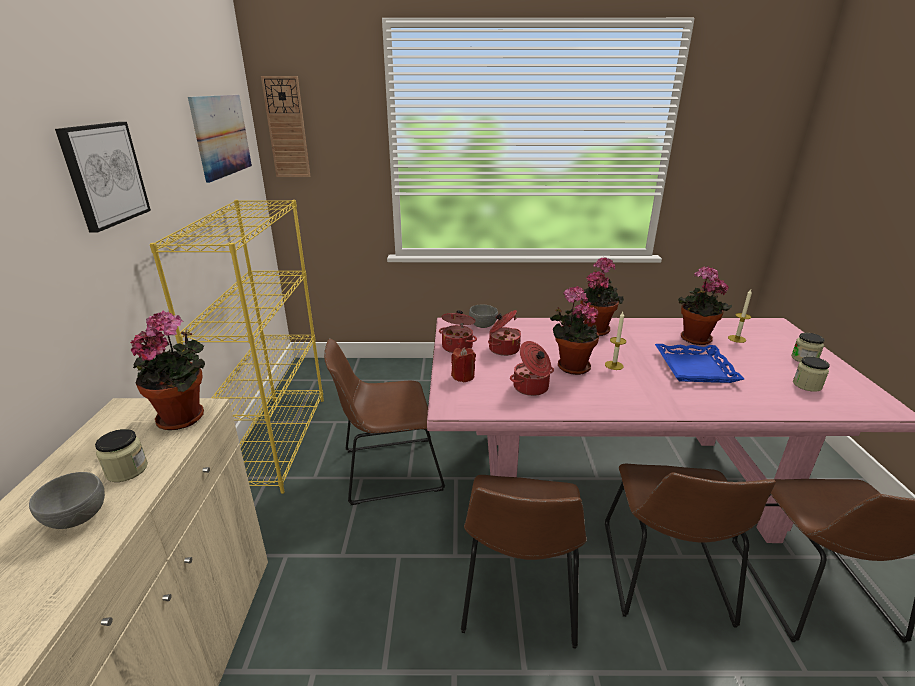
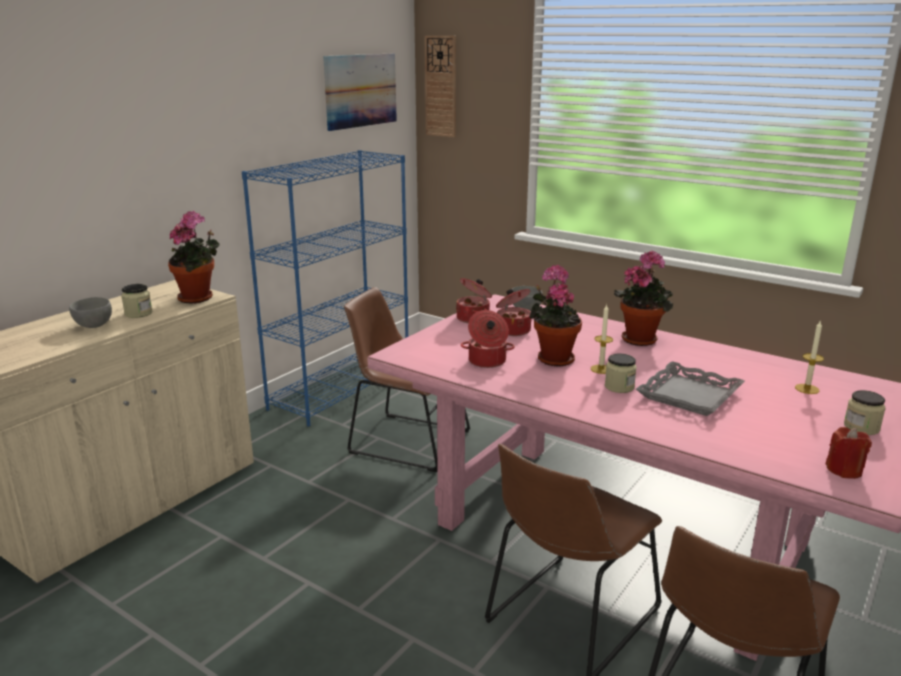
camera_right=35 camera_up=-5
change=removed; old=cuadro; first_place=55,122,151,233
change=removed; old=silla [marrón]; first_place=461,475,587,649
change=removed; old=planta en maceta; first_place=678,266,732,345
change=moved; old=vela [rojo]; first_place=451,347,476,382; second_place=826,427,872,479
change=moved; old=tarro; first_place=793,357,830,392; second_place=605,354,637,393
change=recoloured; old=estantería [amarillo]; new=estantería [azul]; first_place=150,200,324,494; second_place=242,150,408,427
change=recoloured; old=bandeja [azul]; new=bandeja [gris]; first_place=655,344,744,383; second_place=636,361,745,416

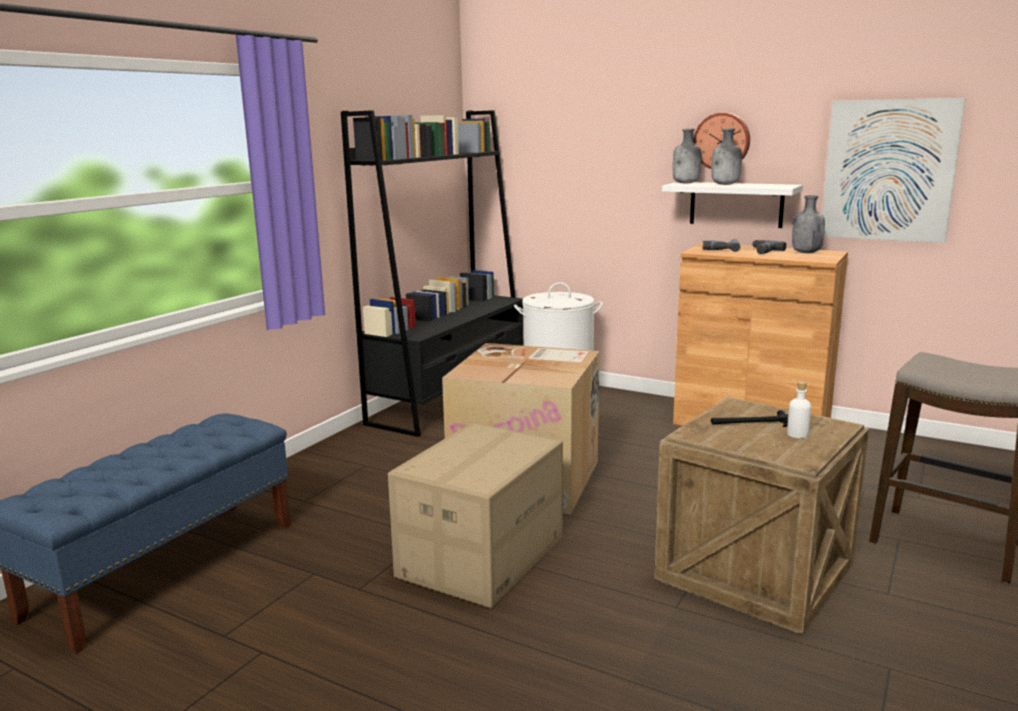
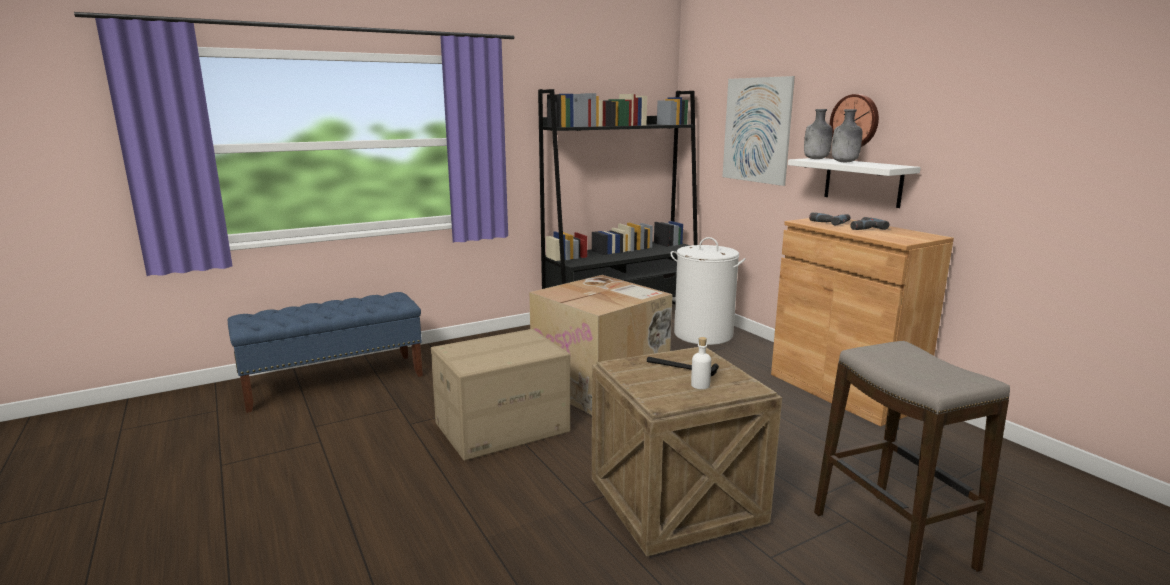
camera_right=30 camera_up=0
change=removed; old=botella [gris]; first_place=792,195,825,253
change=moved; old=cuadro; first_place=822,98,965,243; second_place=723,76,795,186

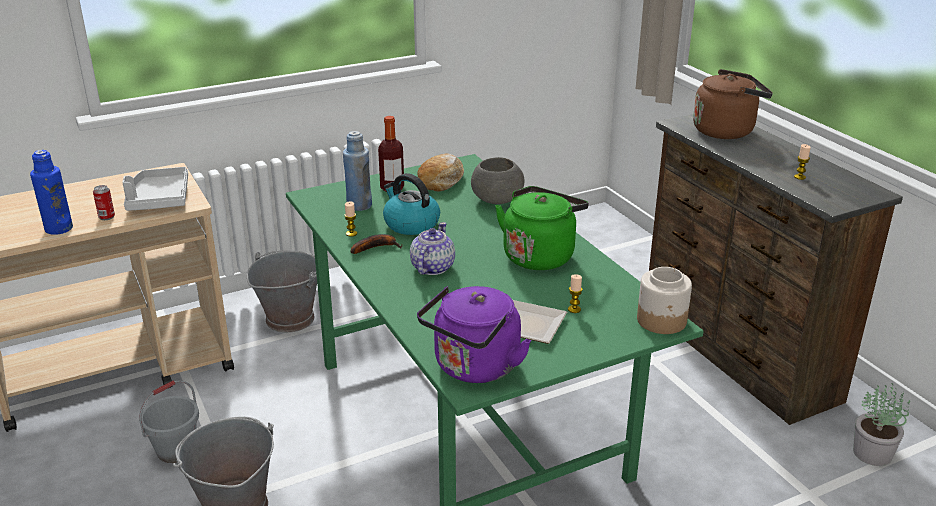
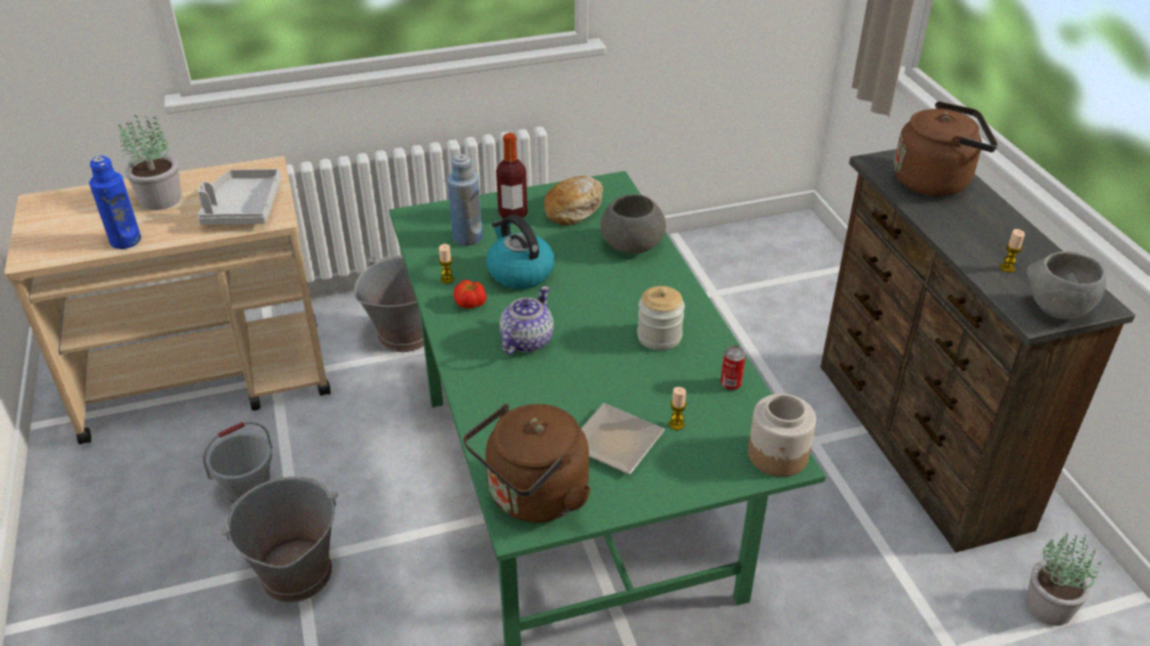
camera_right=10 camera_up=10
change=added; new=planta en maceta; second_place=118,115,182,210
change=added; new=cuenco [gris]; second_place=1027,251,1106,319
change=moved; old=lata; first_place=93,185,115,220; second_place=721,346,746,391
change=replaced; old=plátano; new=tomate; first_place=351,234,402,254; second_place=454,280,487,308
change=replaced; old=hervidor [verde]; new=tarro; first_place=495,186,589,270; second_place=637,286,685,350
change=recoloured; old=hervidor [morado]; new=hervidor [marrón]; first_place=417,286,531,383; second_place=463,404,591,523

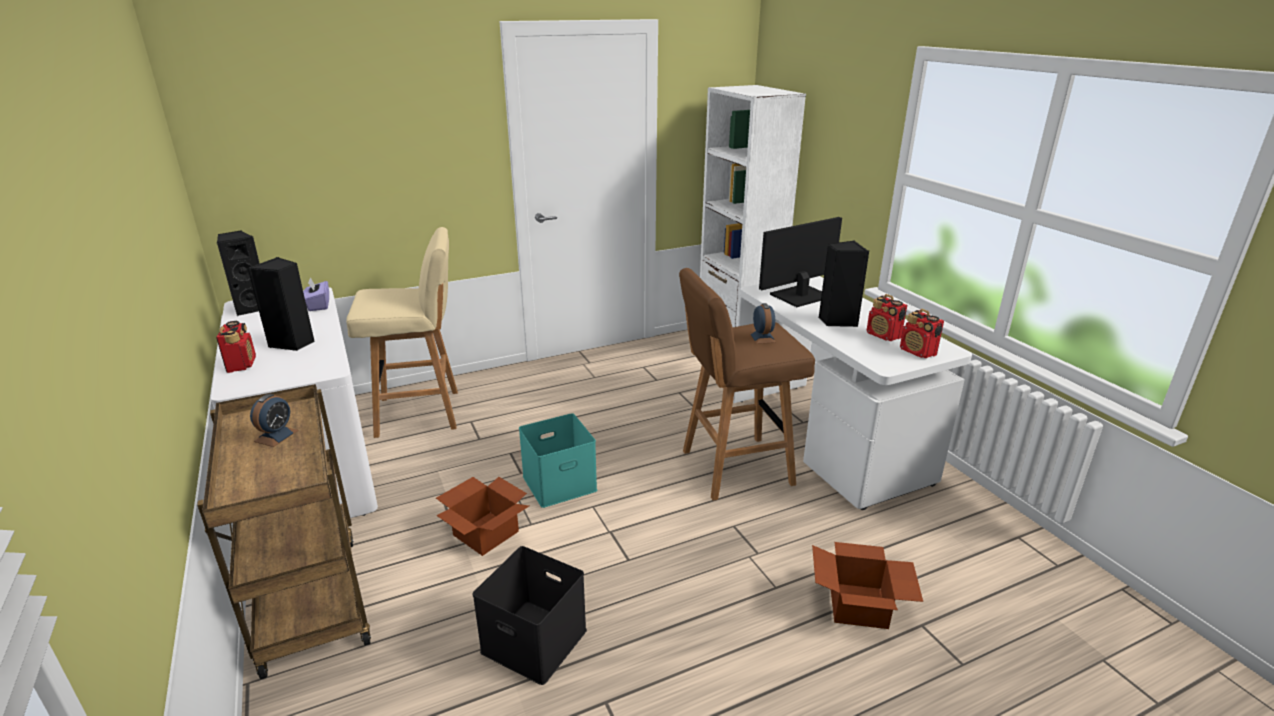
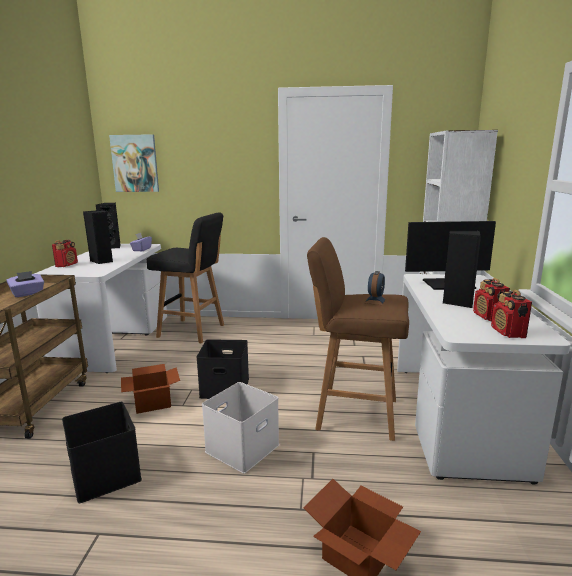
camera_right=30 camera_up=-10
change=added; new=cuadro; second_place=109,134,159,192
change=added; new=caja de almacenaje [blanco]; second_place=202,382,279,473
change=replaced; old=despertador; new=caja de pañuelos [morado]; first_place=250,394,298,447; second_place=6,271,44,297
change=recoloured; old=taburete [beis]; new=taburete [negro]; first_place=346,227,458,438; second_place=147,212,224,343
change=recoloured; old=caja de almacenaje [turquesa]; new=caja de almacenaje [negro]; first_place=519,413,597,508; second_place=196,339,249,399

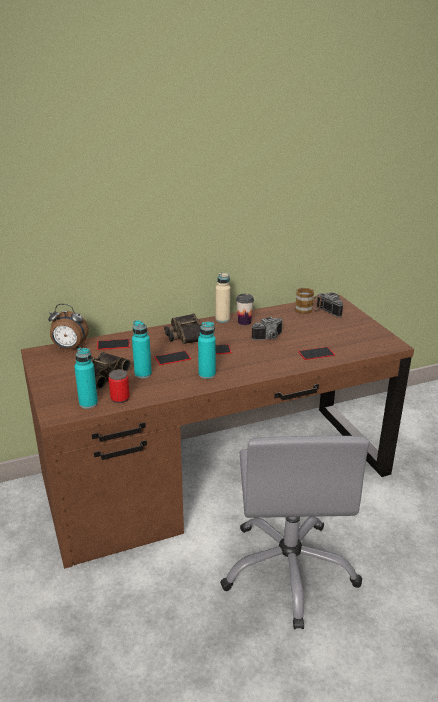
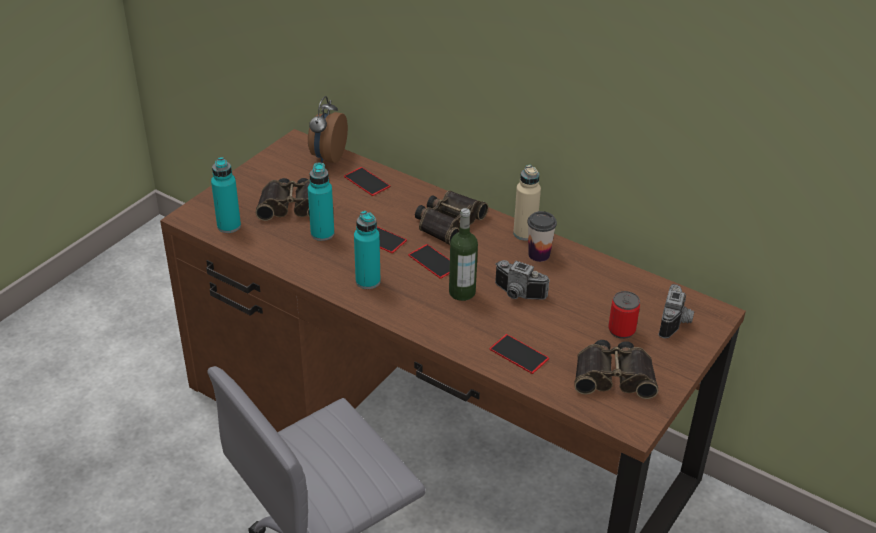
camera_right=55 camera_up=10
change=removed; old=taza grande; first_place=295,288,322,314
change=added; new=botella; second_place=449,208,478,301
change=added; new=prismáticos; second_place=574,340,658,399
change=moved; old=lata; first_place=108,369,130,403; second_place=608,291,640,339
change=turned; old=despertador; first_place=48,304,89,349; second_place=308,96,348,163; degrees=45

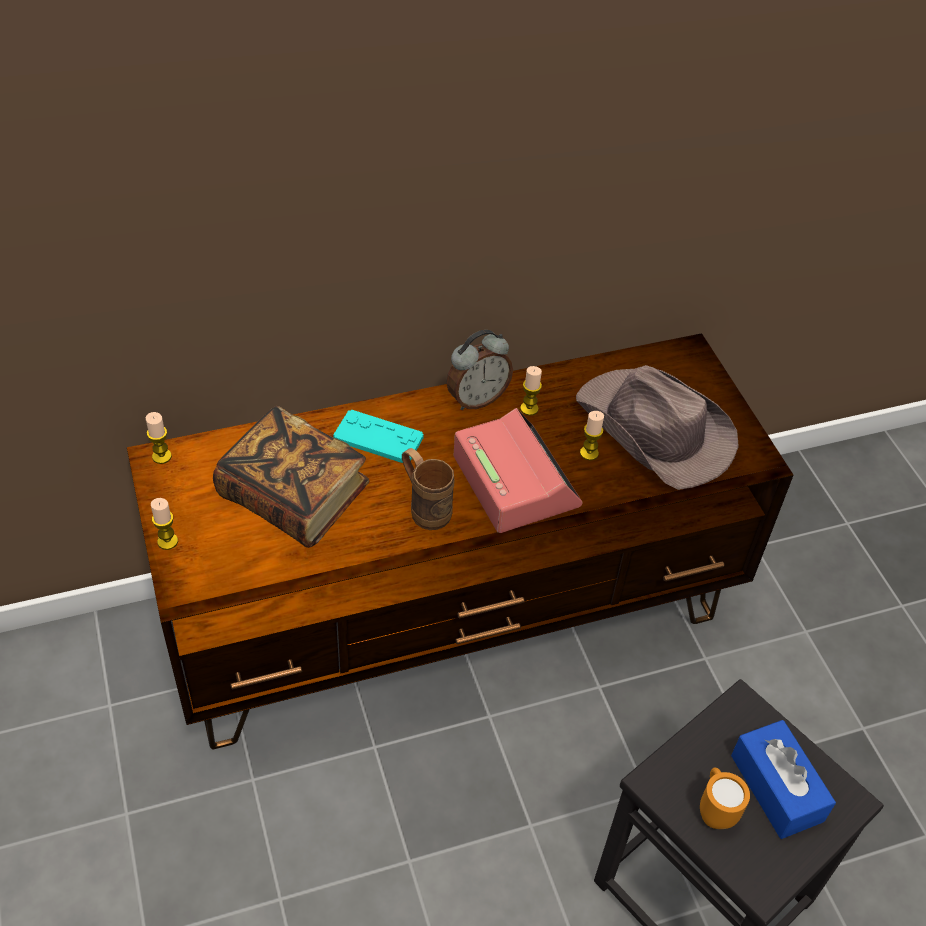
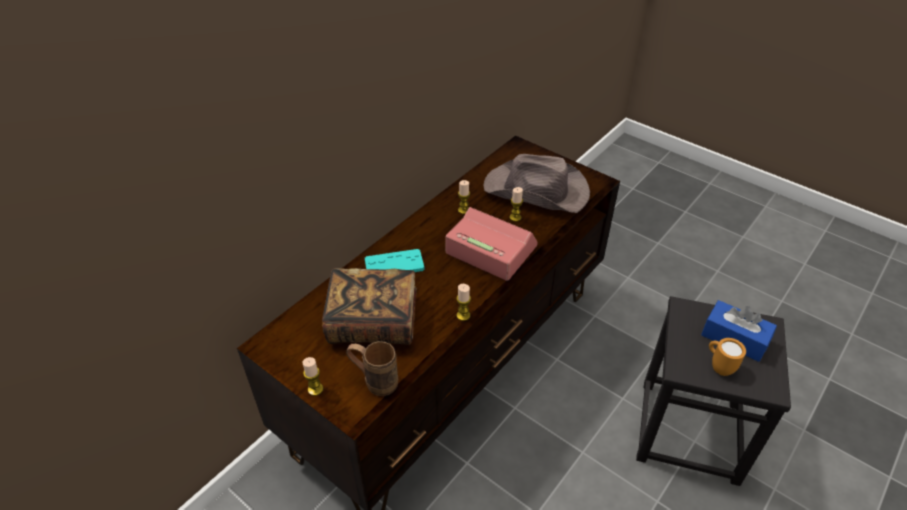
camera_right=-30 camera_up=-5
change=removed; old=despertador; first_place=446,330,513,410
change=moved; old=vela; first_place=146,412,172,464; second_place=456,284,471,321
change=moved; old=taza grande [marrón]; first_place=402,448,455,530; second_place=346,341,398,396

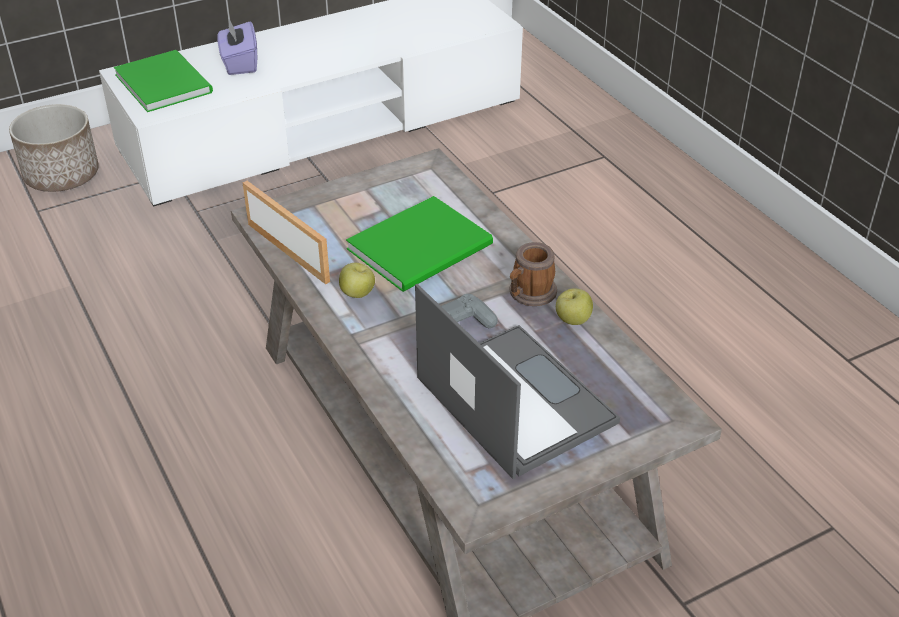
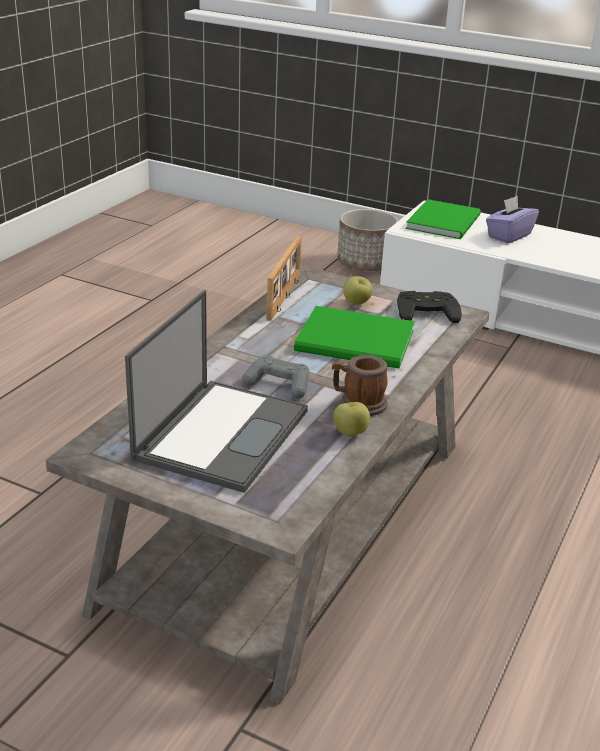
camera_right=55 camera_up=-10
change=added; new=mando de consola [negro]; second_place=397,291,462,323
change=moved; old=manzana; first_place=339,263,375,298; second_place=343,276,373,305

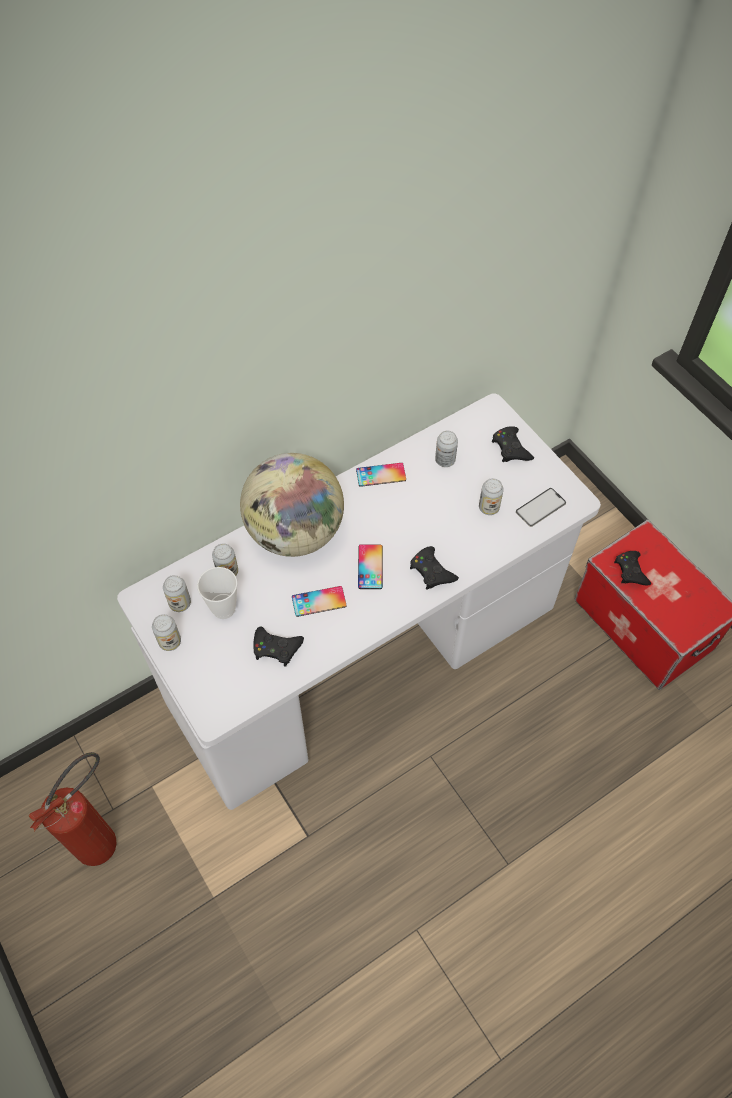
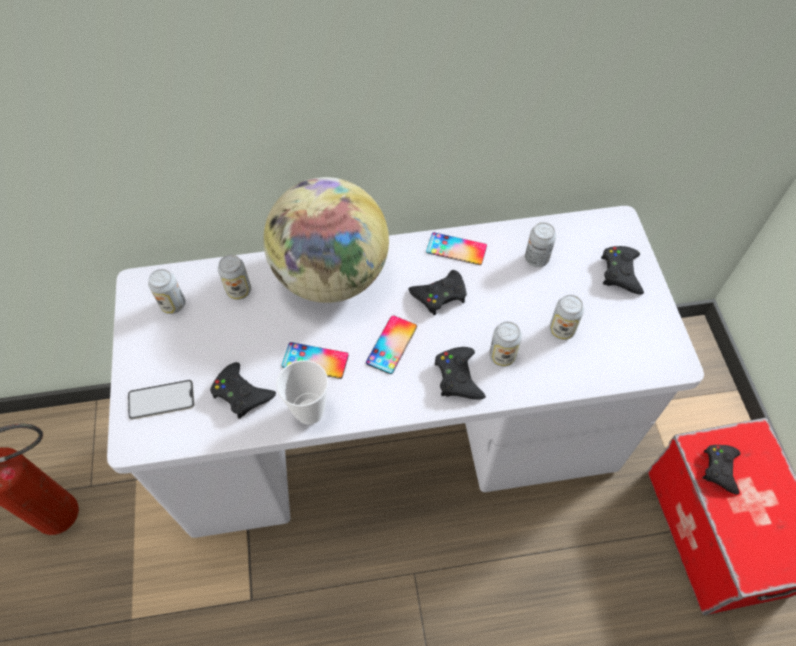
camera_right=25 camera_up=0
change=added; new=mando de consola [negro]; second_place=408,270,467,315
change=moved; old=lata; first_place=152,614,181,651; second_place=489,321,522,367
change=moved; old=taza; first_place=197,567,238,619; second_place=276,360,328,425
change=moved; old=móvil; first_place=516,488,566,527; second_place=128,380,194,420

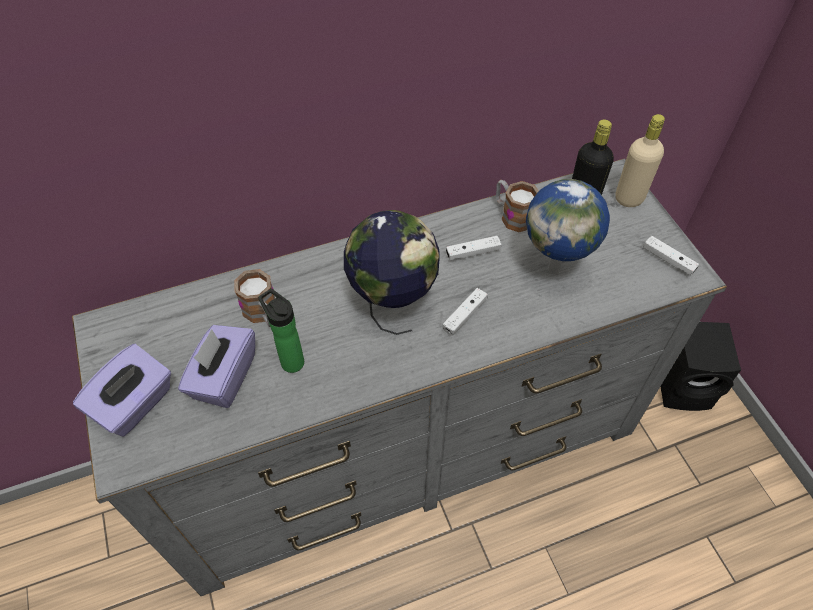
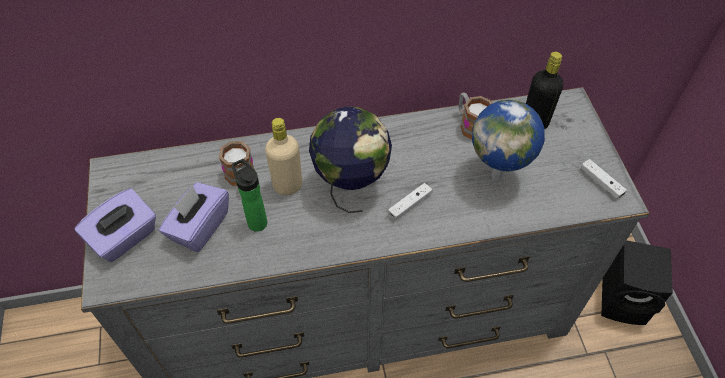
camera_right=10 camera_up=0
change=removed; old=mando de consola [blanco]; first_place=446,236,502,260
change=moved; old=botella [beis]; first_place=615,114,665,207; second_place=265,118,302,195

